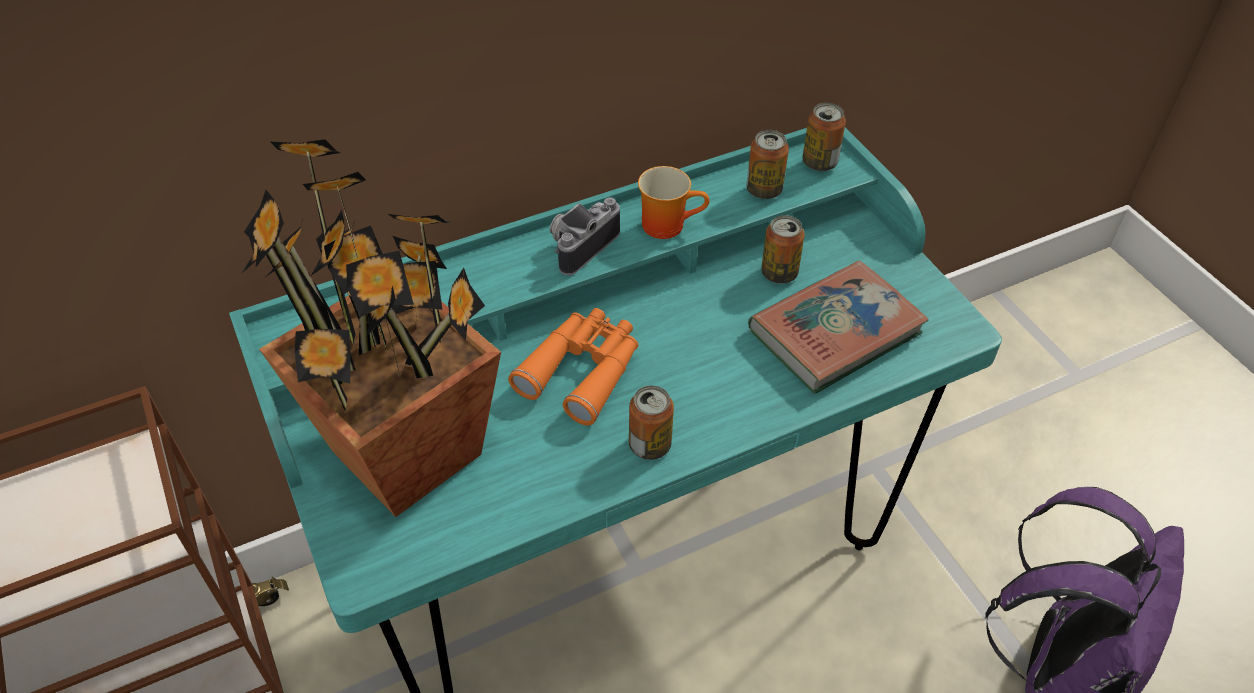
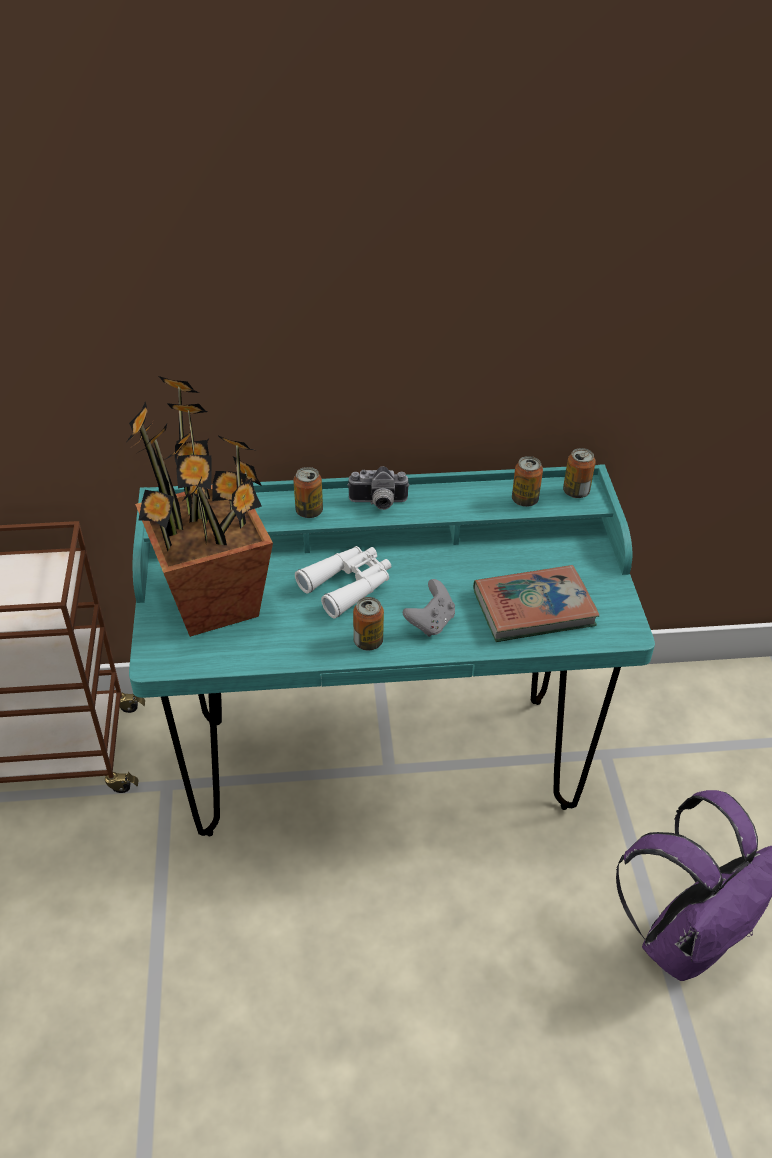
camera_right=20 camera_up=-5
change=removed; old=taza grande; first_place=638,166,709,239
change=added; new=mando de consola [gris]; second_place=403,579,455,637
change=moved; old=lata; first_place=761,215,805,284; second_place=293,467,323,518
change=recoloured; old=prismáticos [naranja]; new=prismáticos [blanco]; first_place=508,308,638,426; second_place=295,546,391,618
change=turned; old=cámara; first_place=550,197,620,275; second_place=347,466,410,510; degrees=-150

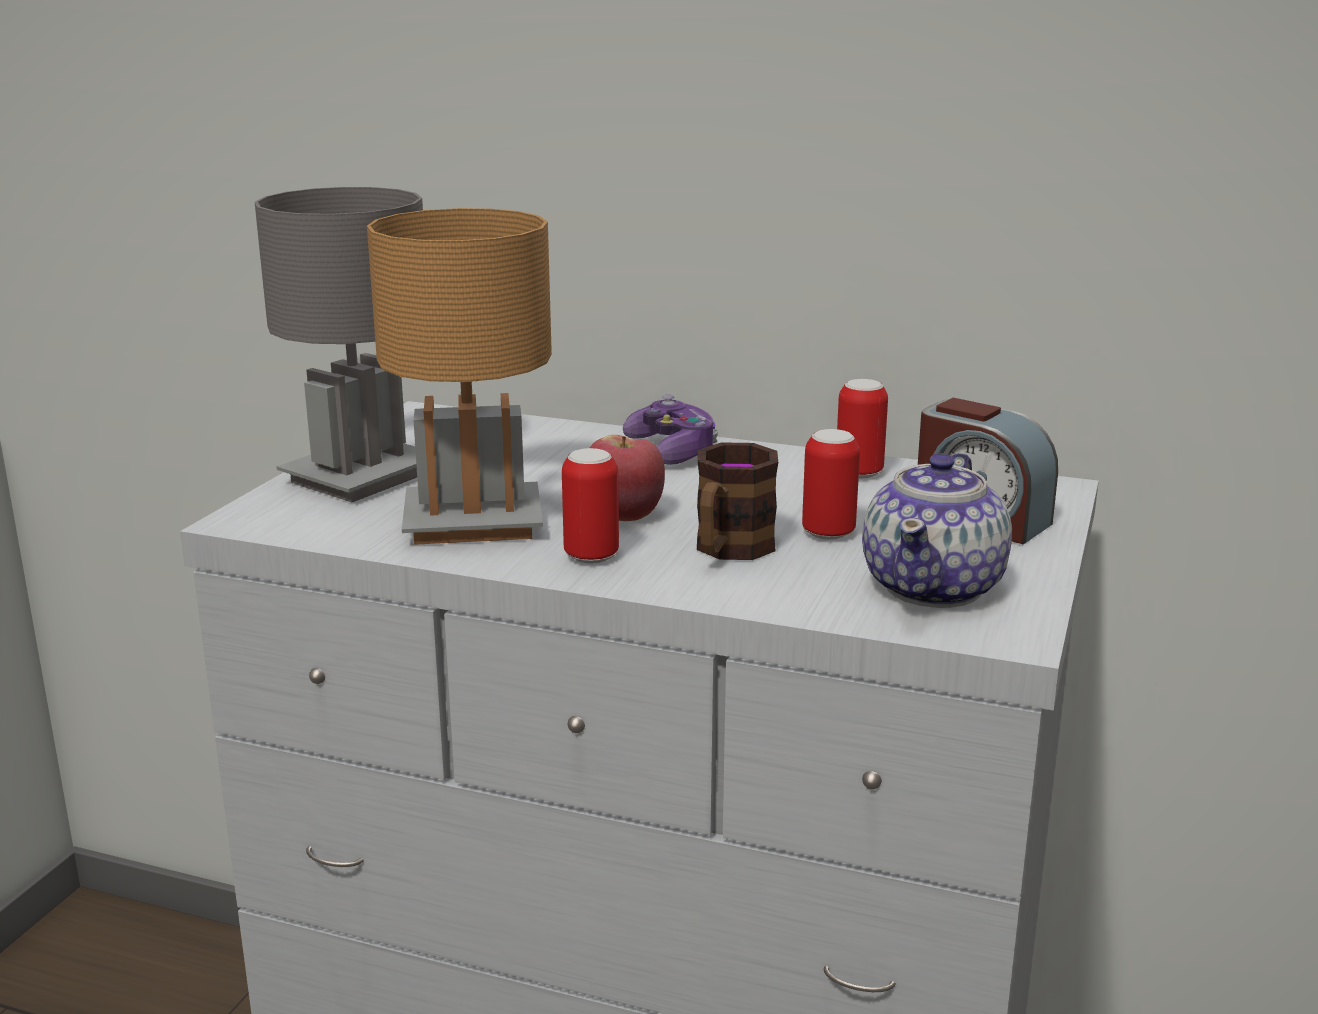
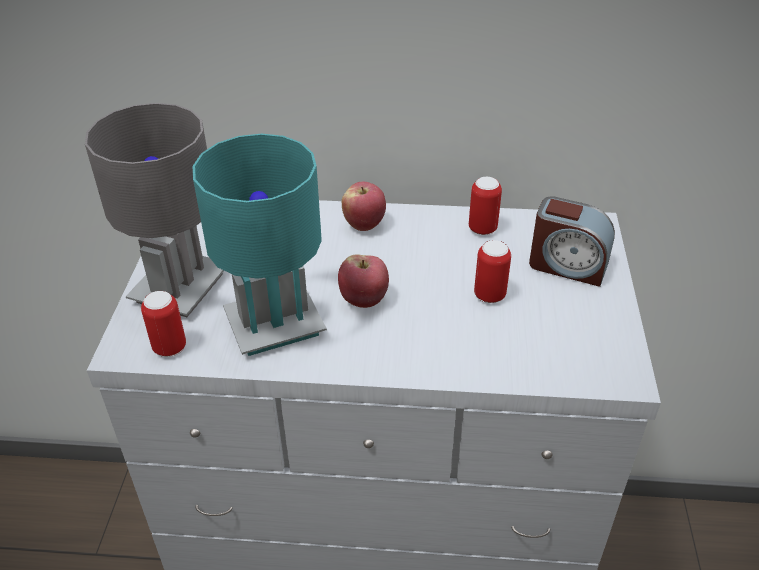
camera_right=-15 camera_up=20
change=removed; old=taza grande; first_place=697,442,778,560
change=removed; old=tetera; first_place=862,453,1012,608
change=moved; old=lata; first_place=562,448,619,563; second_place=141,291,186,357
change=replaced; old=mando de consola; new=manzana; first_place=623,395,718,465; second_place=342,182,386,231
change=recoloured; old=lámpara de mesa [marrón]; new=lámpara de mesa [turquesa]; first_place=367,208,552,545; second_place=192,134,327,356

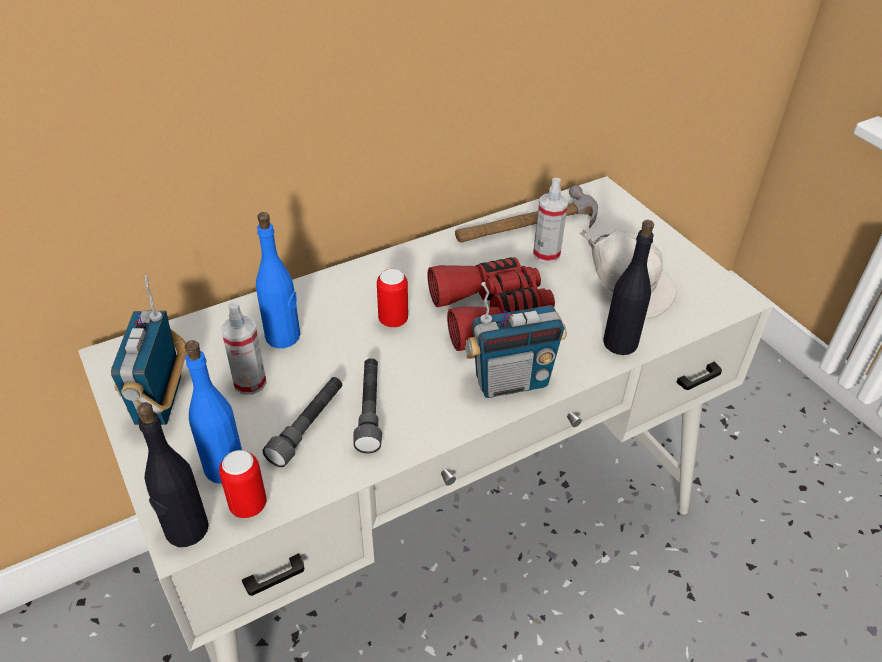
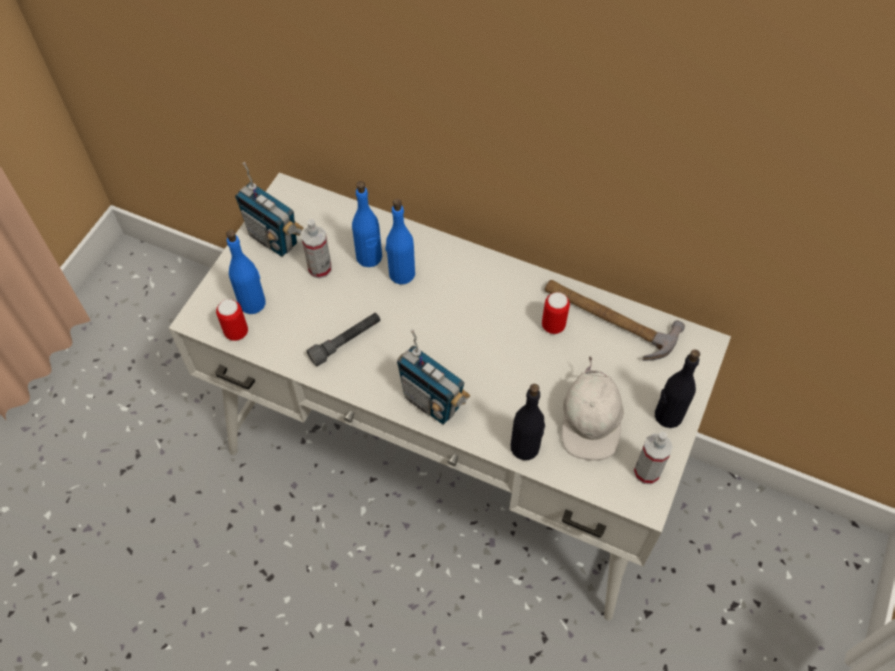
camera_right=55 camera_up=15
change=removed; old=linterna [gris]; first_place=263,377,342,467
change=removed; old=prismáticos [rojo]; first_place=428,257,555,351
change=added; new=botella [azul]; second_place=386,199,415,284
change=moved; old=botella [negro]; first_place=137,402,209,547; second_place=655,350,700,428
change=moved; old=lata; first_place=377,269,408,328; second_place=542,292,570,334
change=moved; old=pulverizador; first_place=533,178,568,263; second_place=634,432,673,484
change=turned; old=radio; first_place=111,275,187,425; second_place=235,162,304,257; degrees=-105

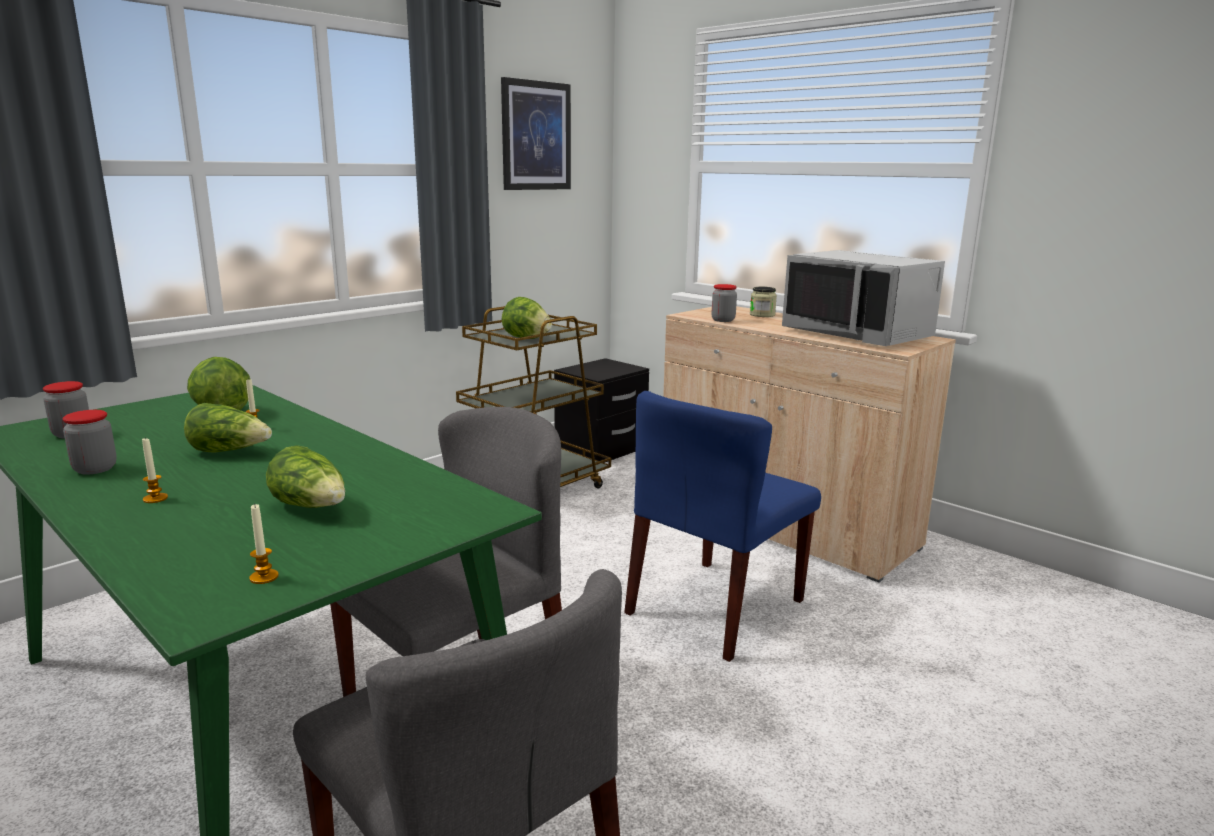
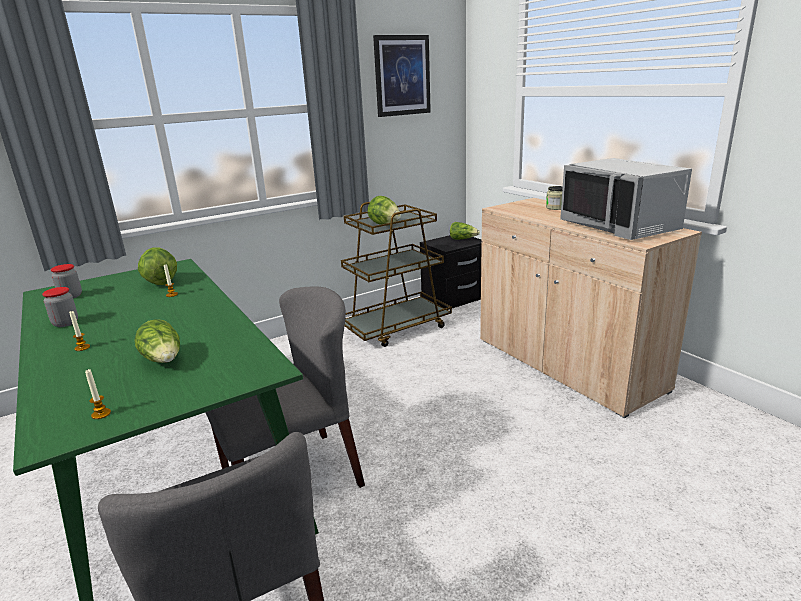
camera_right=15 camera_up=5
change=removed; old=silla [azul]; first_place=624,391,821,662
change=removed; old=tarro; first_place=712,284,737,322
change=moved; old=lechuga; first_place=184,403,272,452; second_place=450,222,480,240

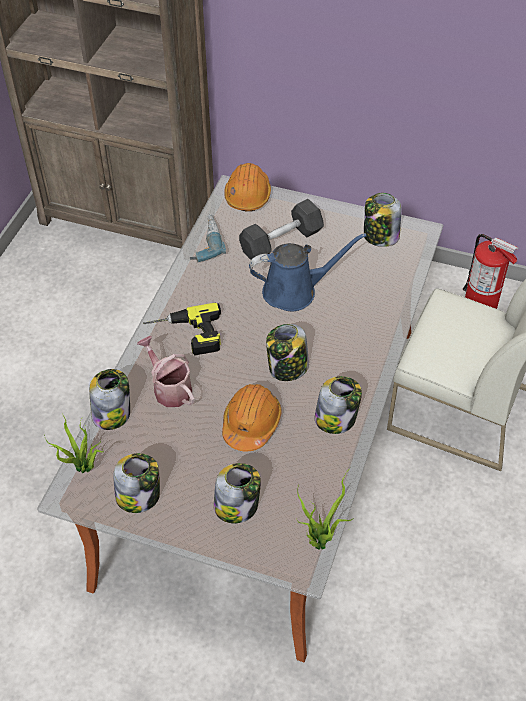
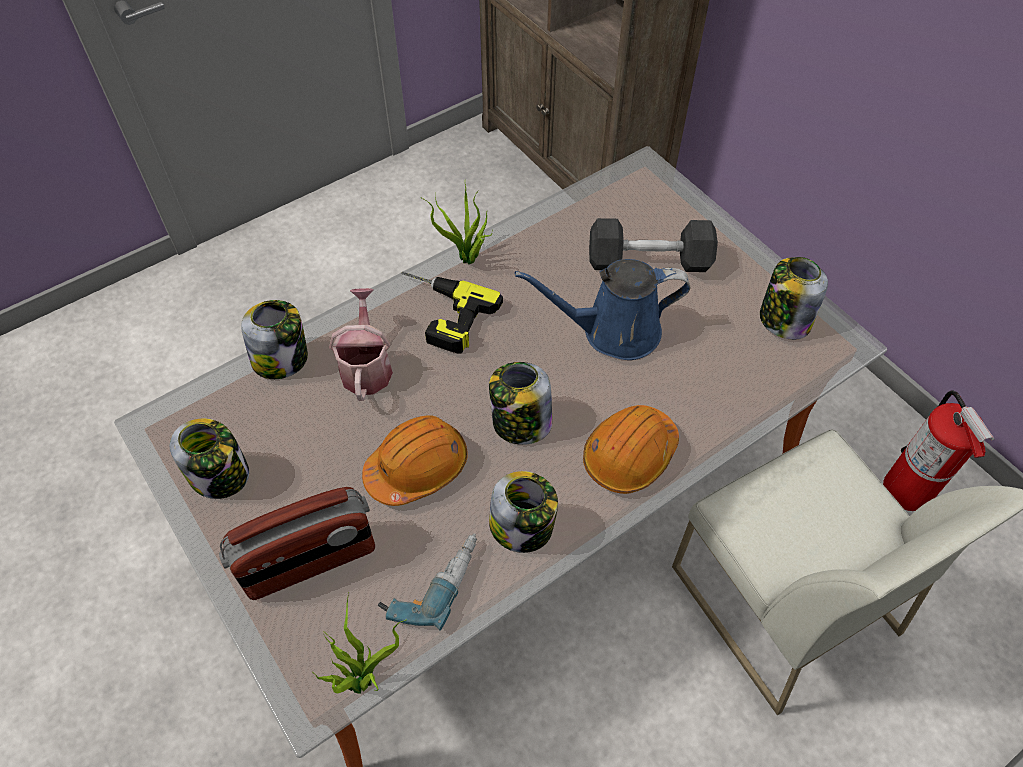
camera_right=35 camera_up=5
change=moved; old=planta en maceta; first_place=44,415,104,473; second_place=420,184,493,264
change=moved; old=taladro; first_place=190,214,226,262; second_place=378,534,477,630
change=moved; old=casco [naranja]; first_place=224,163,271,211; second_place=583,405,679,494
change=replaced; old=tarro; new=radio; first_place=214,463,261,523; second_place=219,487,375,600
change=turned; old=regadera [azul]; first_place=249,233,366,311; second_place=515,259,690,360; degrees=150

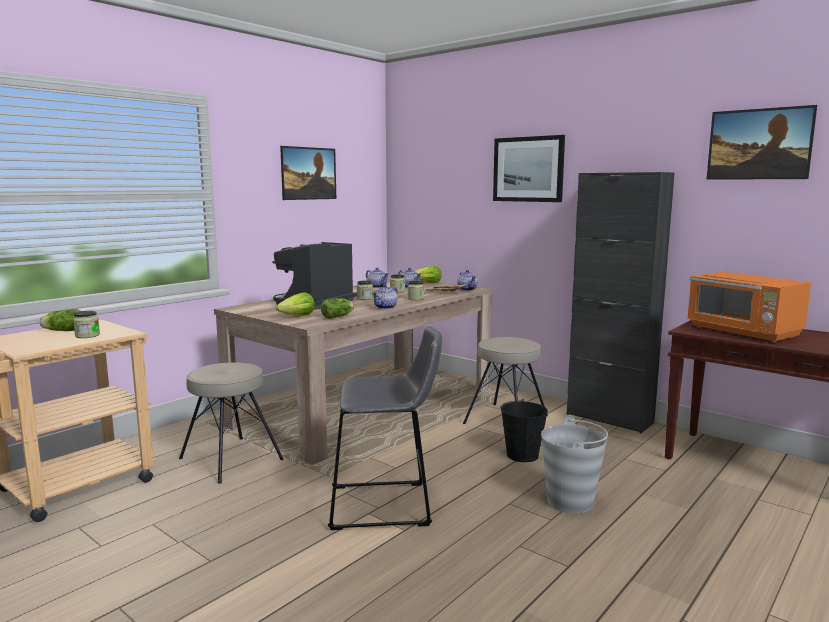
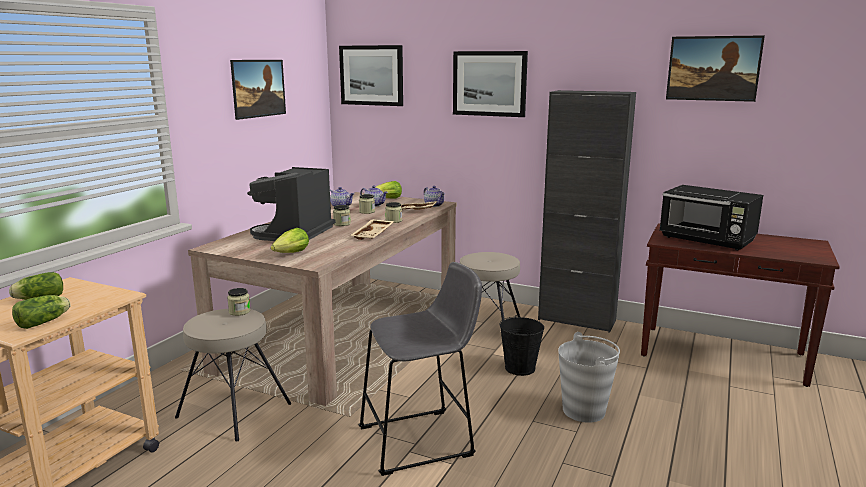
camera_right=-15 camera_up=5
change=added; new=cuadro; second_place=339,45,403,106
change=moved; old=tarro; first_place=73,311,100,338; second_place=227,288,250,316
change=moved; old=lechuga; first_place=321,298,354,319; second_place=12,295,71,329
change=replaced; old=tetera; new=bandeja [beis]; first_place=372,284,398,309; second_place=350,219,395,240
change=recoloured; old=microondas [naranja]; new=microondas [negro]; first_place=687,272,811,343; second_place=660,185,763,250

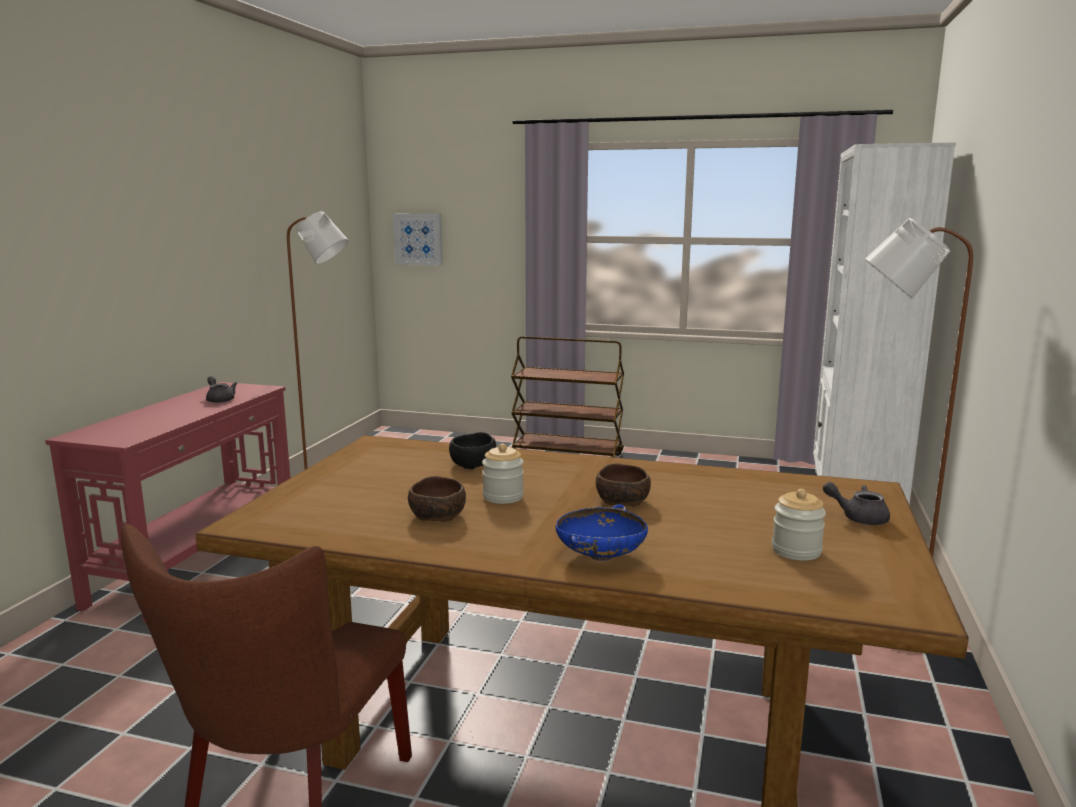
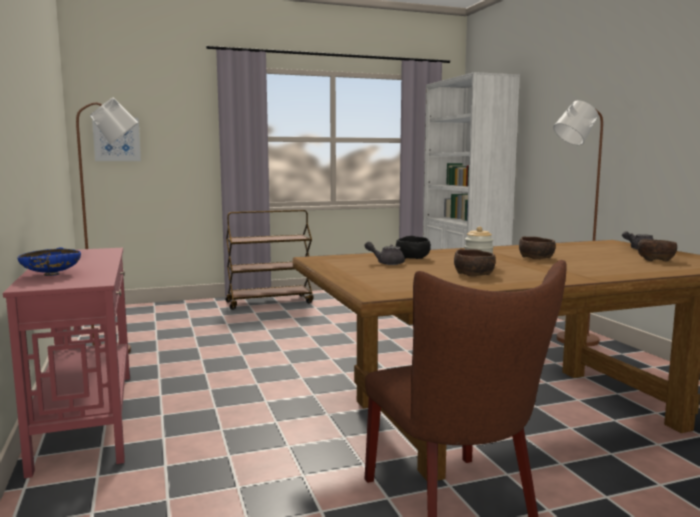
camera_right=-35 camera_up=-5
change=moved; old=tetera [gris]; first_place=206,376,237,403; second_place=364,241,405,265
change=moved; old=cuenco [azul]; first_place=556,504,648,561; second_place=18,247,81,276
change=replaced; old=tarro; new=cuenco [marrón]; first_place=772,489,826,561; second_place=638,239,677,262

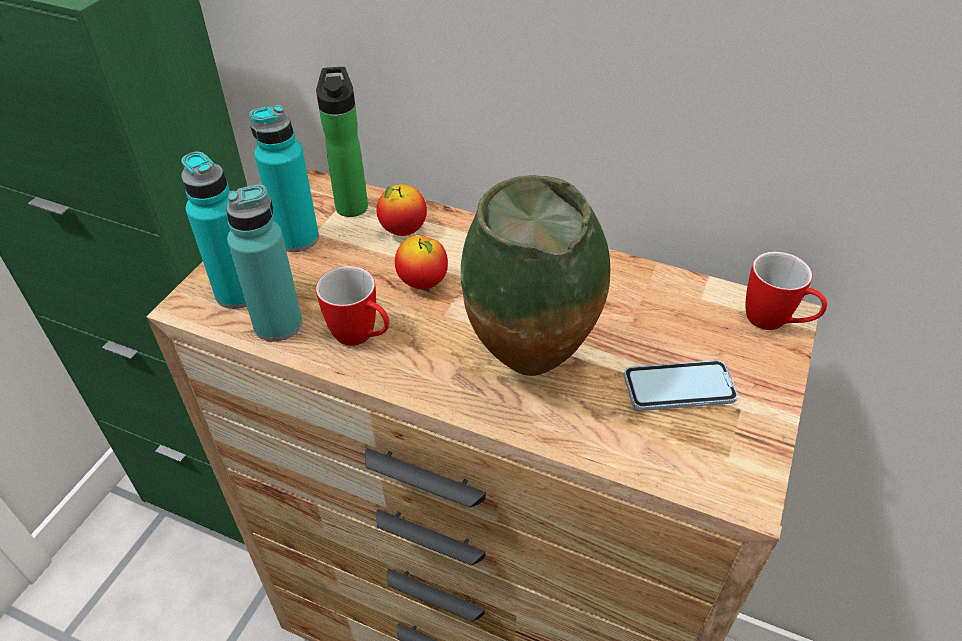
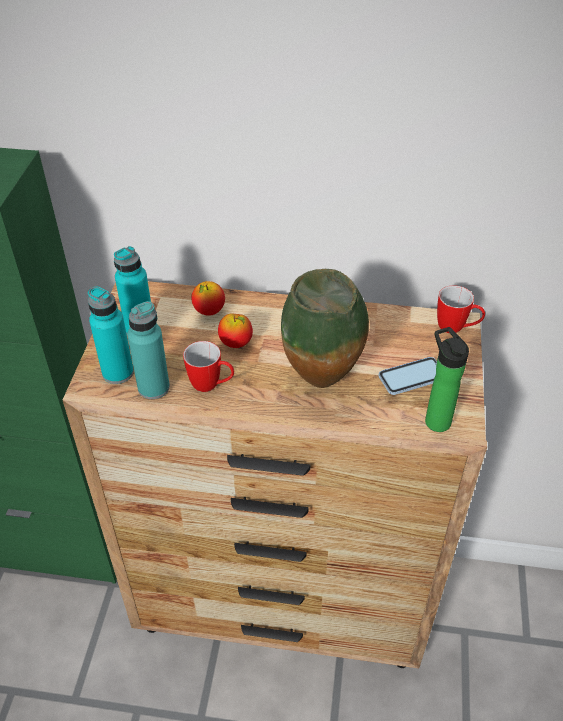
camera_right=-15 camera_up=0
change=moved; old=botella; first_place=316,67,368,217; second_place=425,327,469,432

